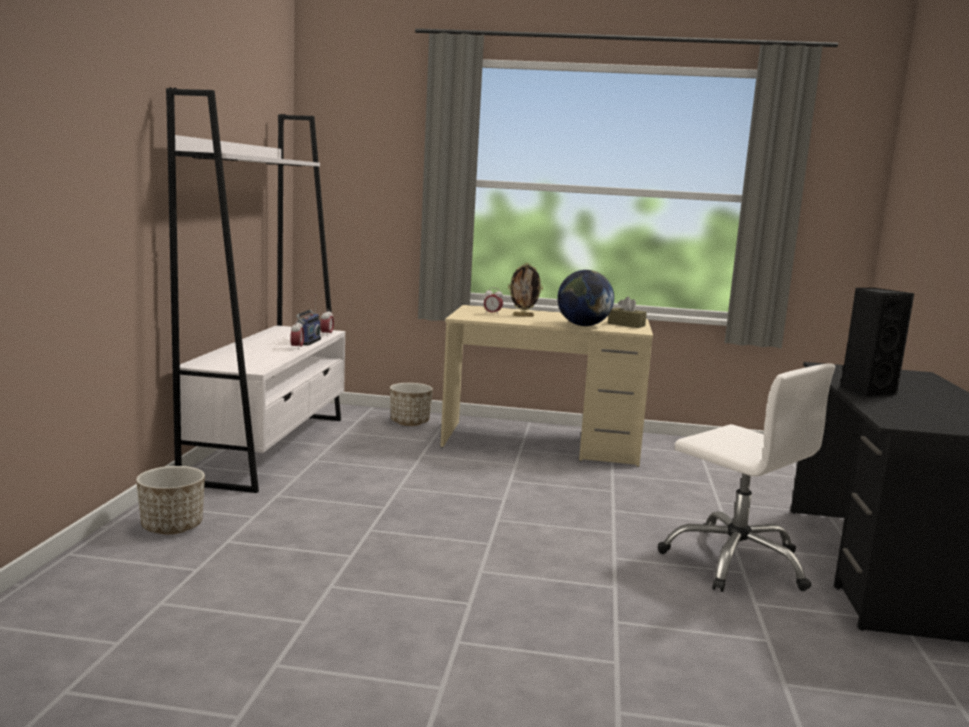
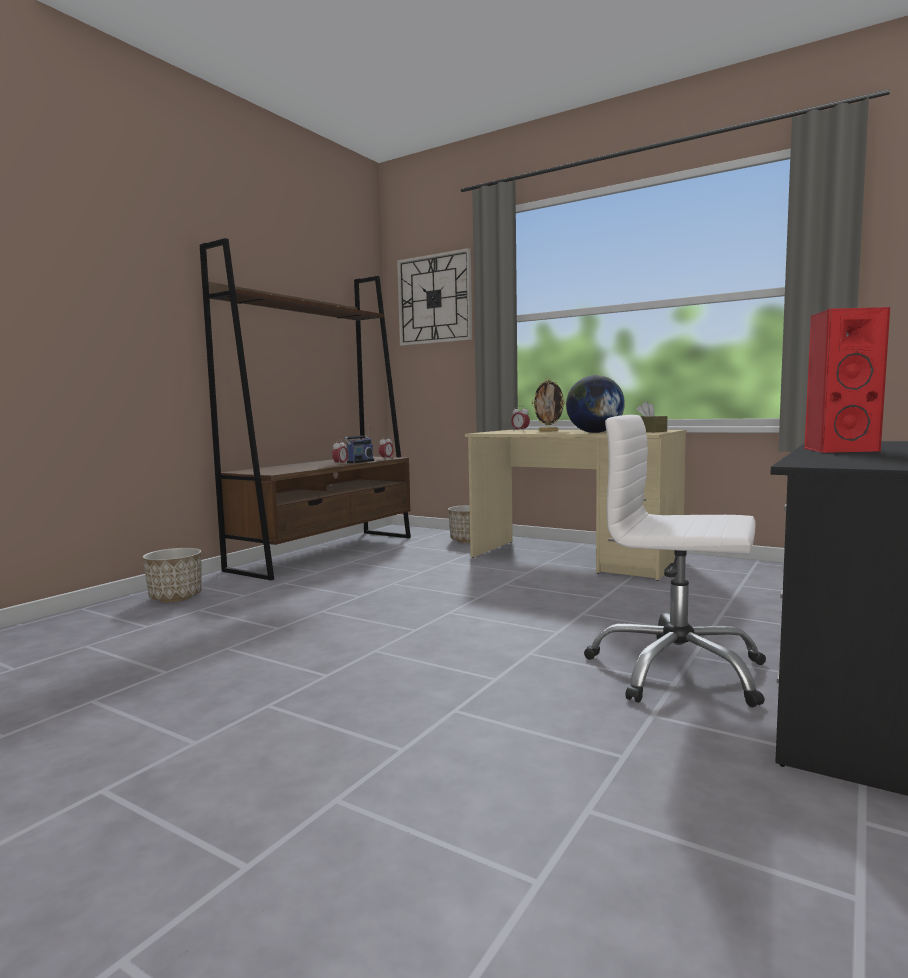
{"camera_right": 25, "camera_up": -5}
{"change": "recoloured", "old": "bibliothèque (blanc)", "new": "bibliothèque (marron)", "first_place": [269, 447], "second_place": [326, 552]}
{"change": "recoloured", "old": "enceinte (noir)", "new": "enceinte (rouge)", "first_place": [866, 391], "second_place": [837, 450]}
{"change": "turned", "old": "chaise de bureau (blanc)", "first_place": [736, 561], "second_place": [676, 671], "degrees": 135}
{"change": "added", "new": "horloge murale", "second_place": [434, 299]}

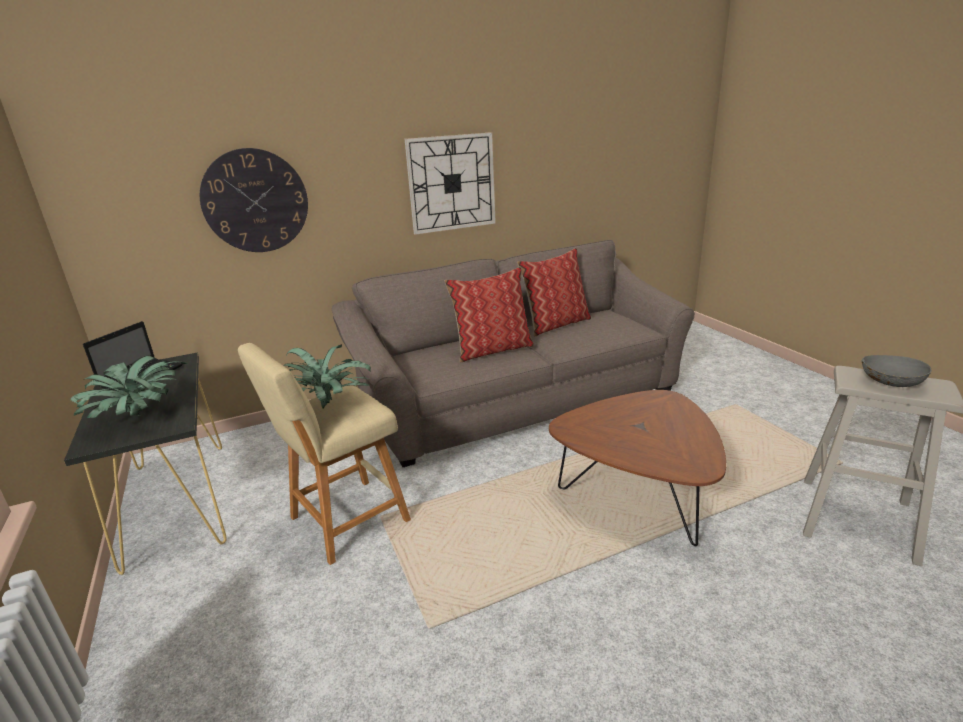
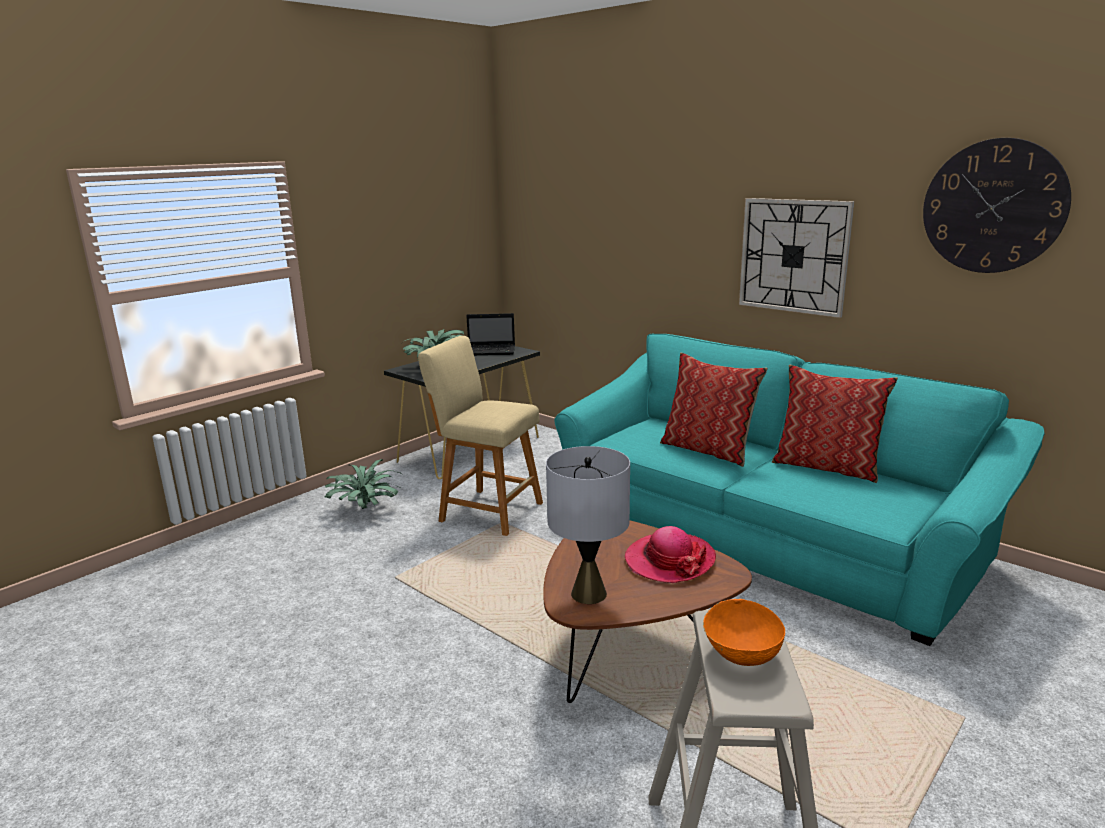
{"camera_right": 65, "camera_up": -5}
{"change": "moved", "old": "horloge murale", "first_place": [255, 201], "second_place": [993, 206]}
{"change": "recoloured", "old": "canapé (marron)", "new": "canapé (turquoise)", "first_place": [518, 397], "second_place": [763, 536]}
{"change": "moved", "old": "plante en pot", "first_place": [328, 405], "second_place": [367, 509]}
{"change": "recoloured", "old": "bol (gris)", "new": "bol (orange)", "first_place": [890, 384], "second_place": [741, 652]}
{"change": "added", "new": "lampe de table (gris)", "second_place": [588, 594]}
{"change": "added", "new": "chapeau", "second_place": [669, 560]}

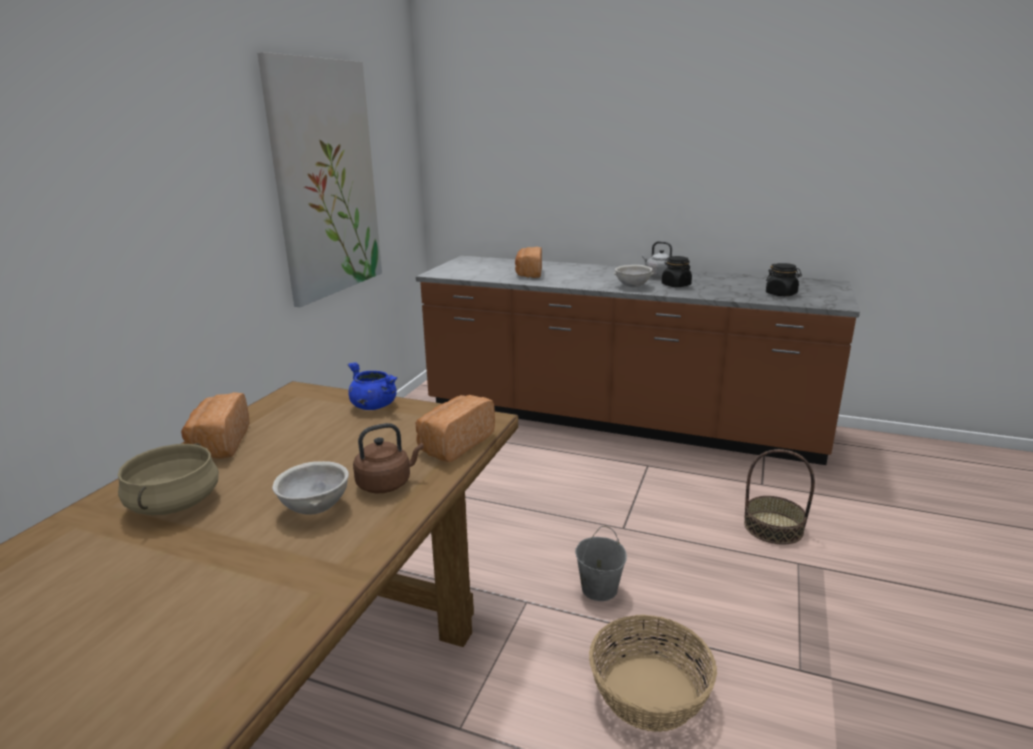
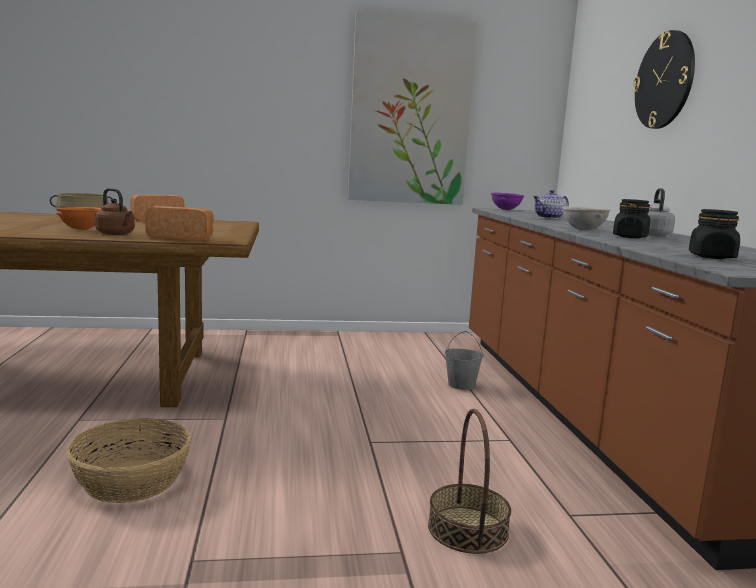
{"camera_right": 60, "camera_up": -10}
{"change": "replaced", "old": "pain", "new": "théière", "first_place": [528, 273], "second_place": [549, 218]}
{"change": "removed", "old": "marmite (bleu)", "first_place": [373, 406]}
{"change": "recoloured", "old": "bol (gris)", "new": "bol (orange)", "first_place": [314, 509], "second_place": [81, 229]}
{"change": "moved", "old": "seau (gris)", "first_place": [598, 589], "second_place": [461, 385]}
{"change": "added", "new": "horloge murale", "second_place": [664, 80]}
{"change": "added", "new": "bol (violet)", "second_place": [506, 210]}

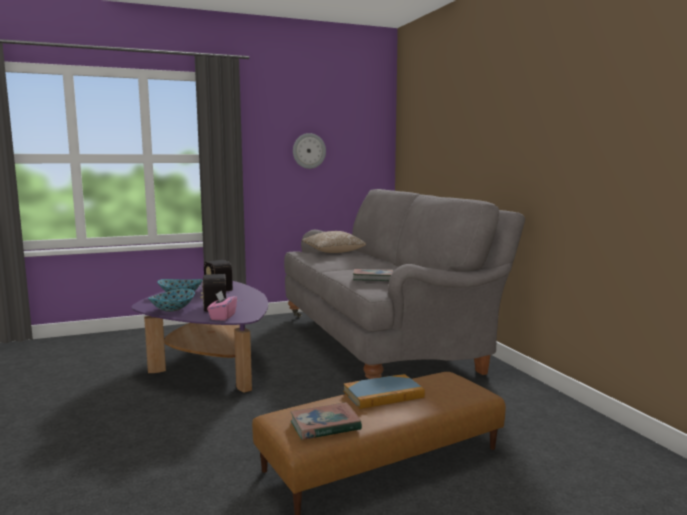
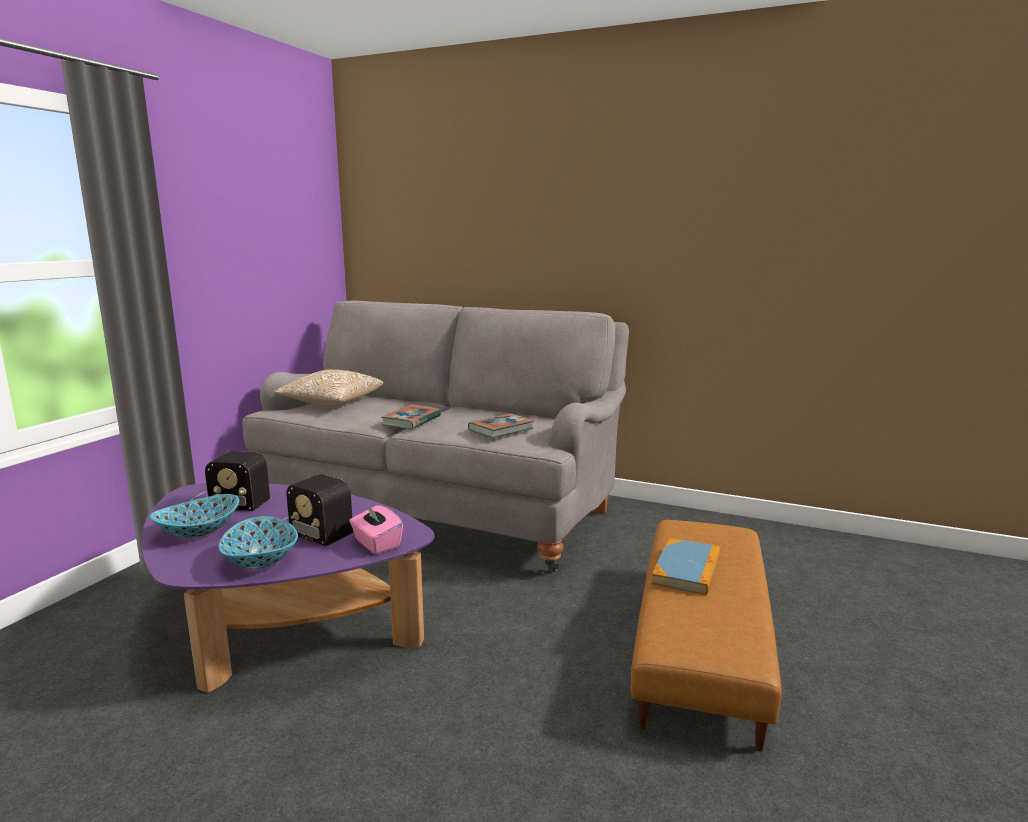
{"camera_right": -45, "camera_up": 5}
{"change": "removed", "old": "horloge murale", "first_place": [309, 151]}
{"change": "moved", "old": "livre", "first_place": [325, 426], "second_place": [411, 421]}

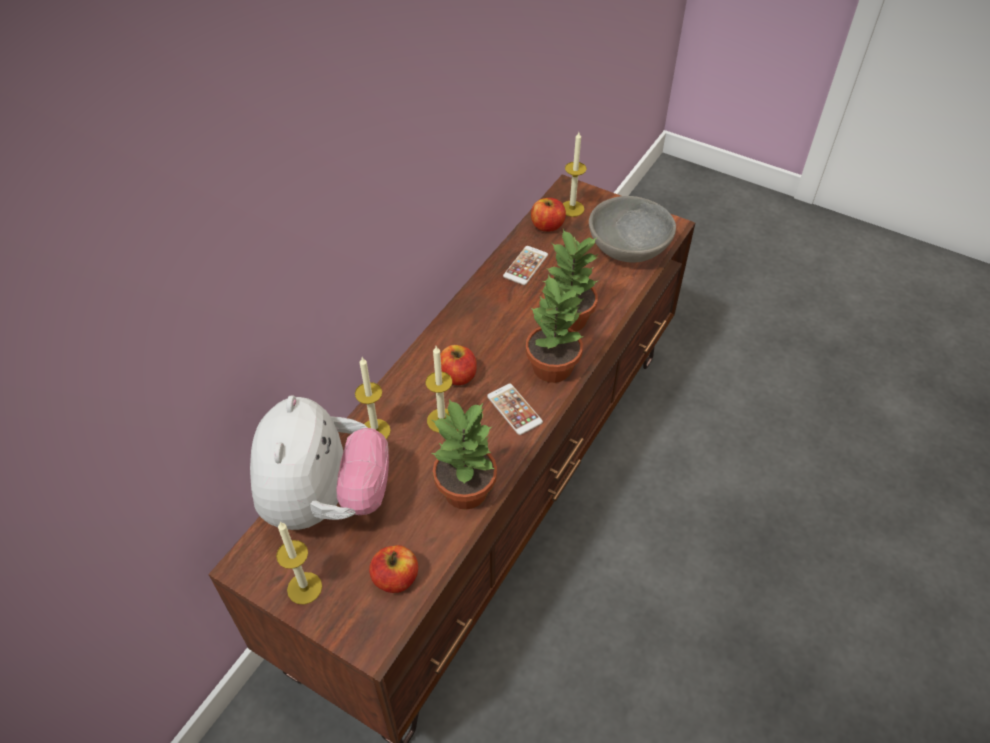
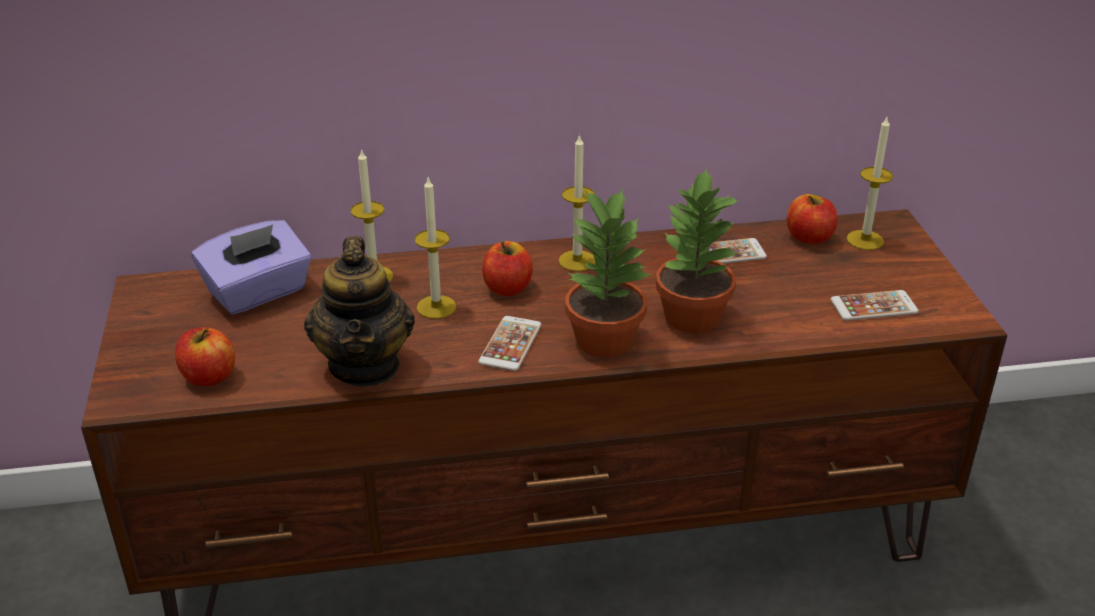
{"camera_right": 50, "camera_up": -15}
{"change": "replaced", "old": "bol (gris)", "new": "téléphone", "first_place": [629, 248], "second_place": [873, 306]}
{"change": "replaced", "old": "peluche", "new": "boîte à mouchoirs (violet)", "first_place": [326, 501], "second_place": [258, 292]}
{"change": "replaced", "old": "plante en pot", "new": "théière", "first_place": [466, 489], "second_place": [365, 365]}
{"change": "moved", "old": "bougie", "first_place": [304, 588], "second_place": [577, 261]}

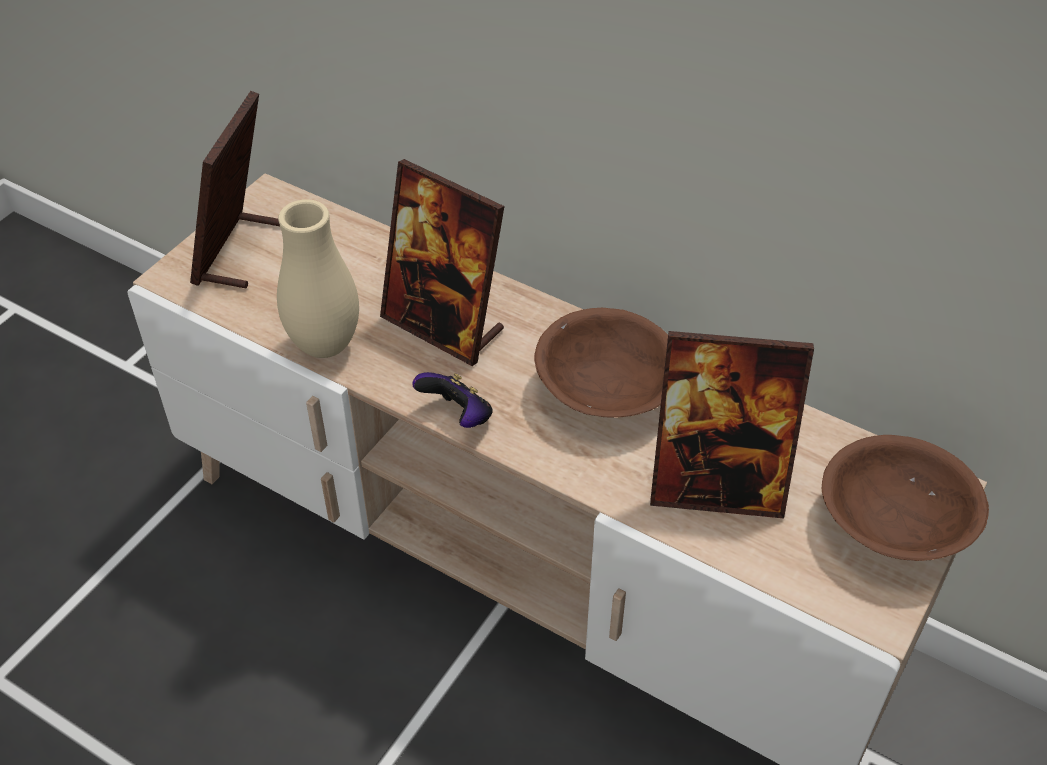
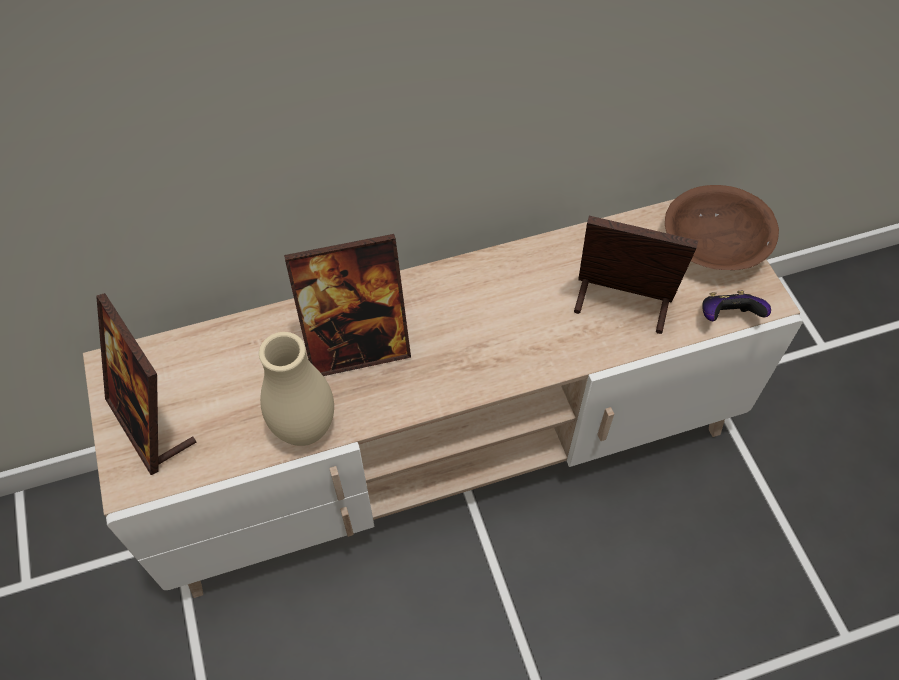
{"camera_right": -50, "camera_up": 10}
{"change": "removed", "old": "bol (marron)", "first_place": [605, 388]}
{"change": "turned", "old": "cadre photo", "first_place": [717, 487], "second_place": [621, 304], "degrees": -120}
{"change": "moved", "old": "manette", "first_place": [457, 416], "second_place": [727, 318]}

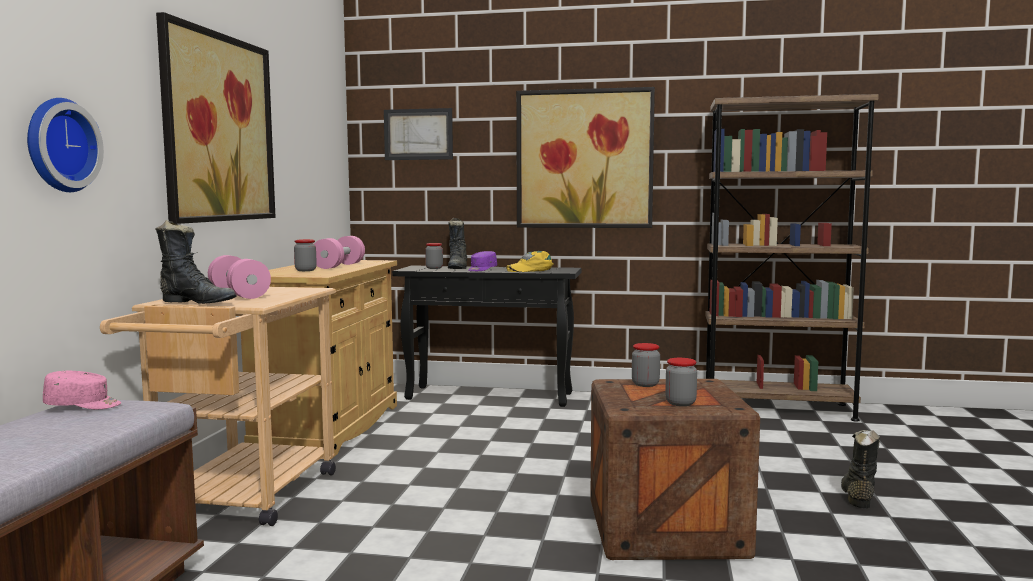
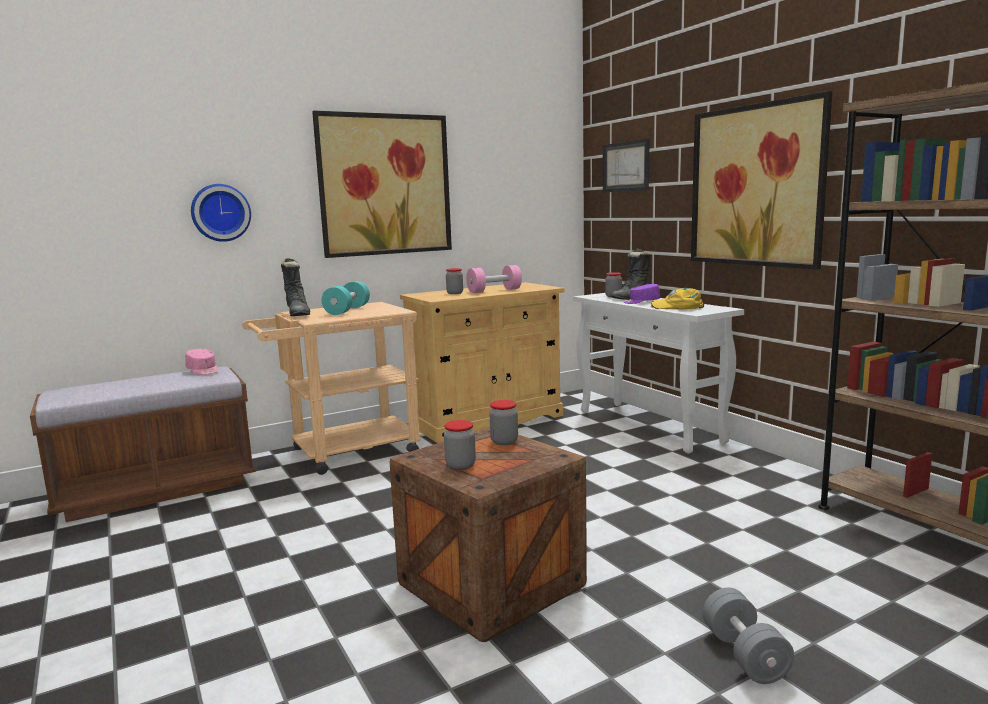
{"camera_right": 50, "camera_up": 5}
{"change": "recoloured", "old": "haltère (rose)", "new": "haltère (turquoise)", "first_place": [239, 295], "second_place": [347, 310]}
{"change": "recoloured", "old": "table console (noir)", "new": "table console (blanc)", "first_place": [491, 396], "second_place": [650, 426]}
{"change": "replaced", "old": "botte (noir)", "new": "haltère (gris)", "first_place": [856, 495], "second_place": [744, 655]}

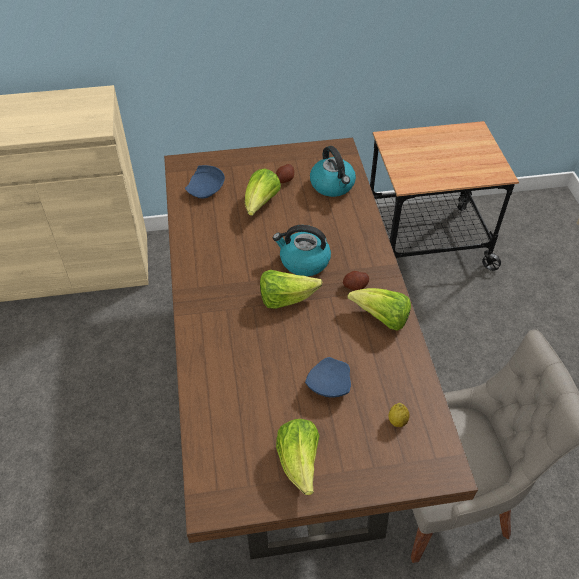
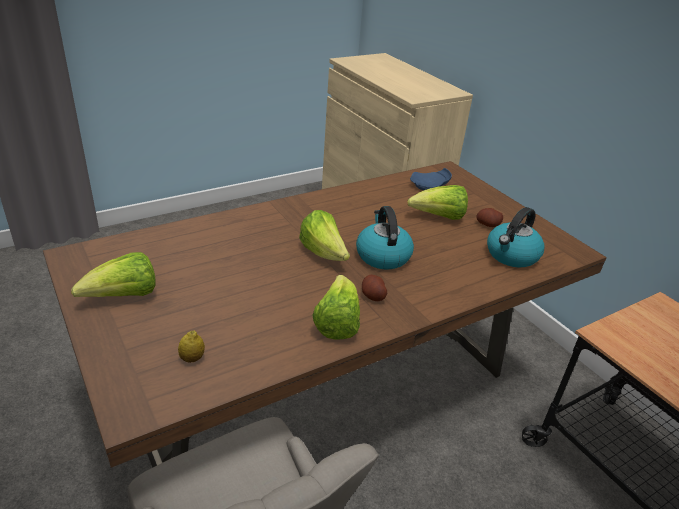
{"camera_right": 65, "camera_up": -15}
{"change": "removed", "old": "assiette (bleu)", "first_place": [328, 384]}

